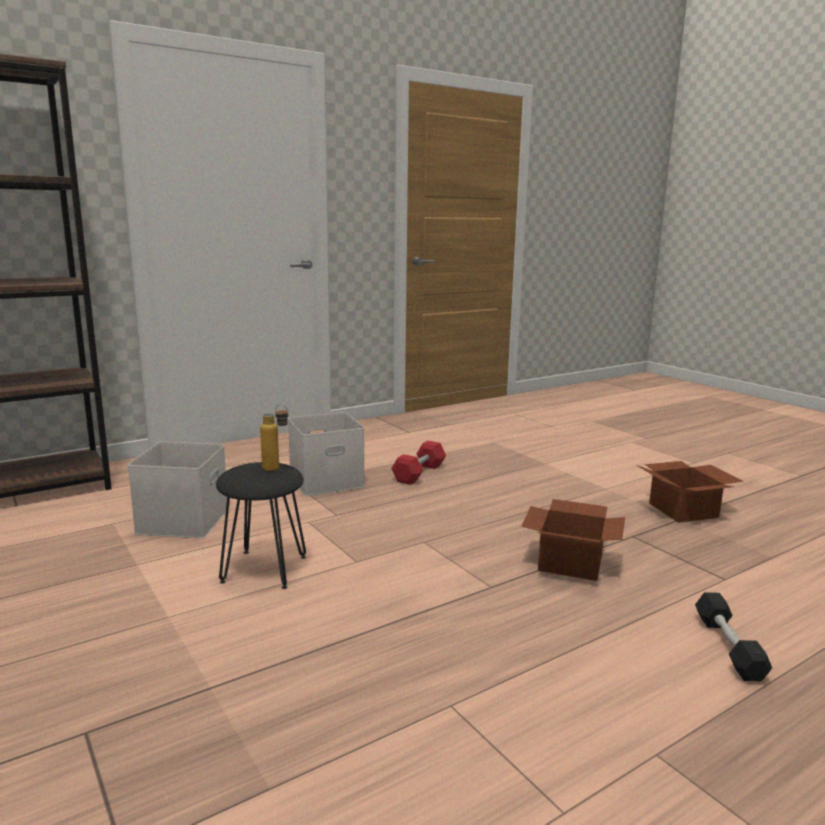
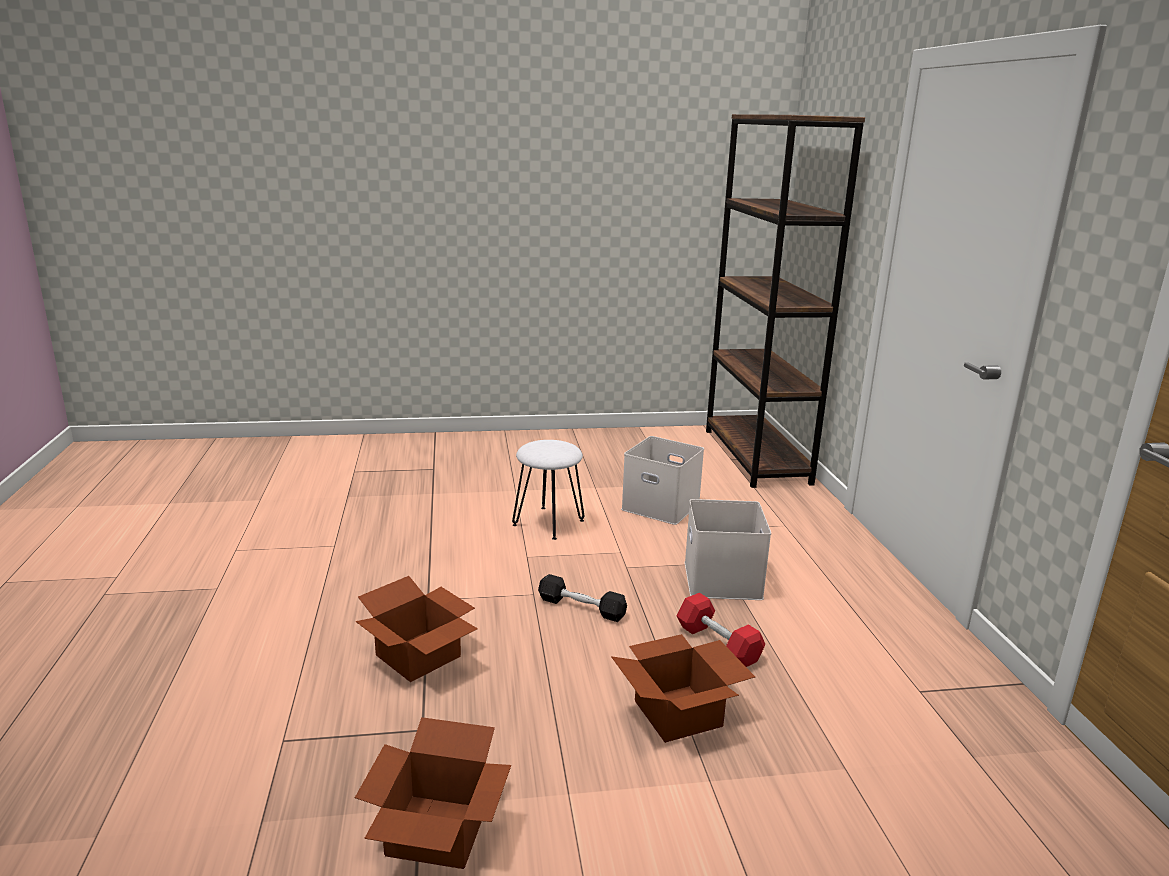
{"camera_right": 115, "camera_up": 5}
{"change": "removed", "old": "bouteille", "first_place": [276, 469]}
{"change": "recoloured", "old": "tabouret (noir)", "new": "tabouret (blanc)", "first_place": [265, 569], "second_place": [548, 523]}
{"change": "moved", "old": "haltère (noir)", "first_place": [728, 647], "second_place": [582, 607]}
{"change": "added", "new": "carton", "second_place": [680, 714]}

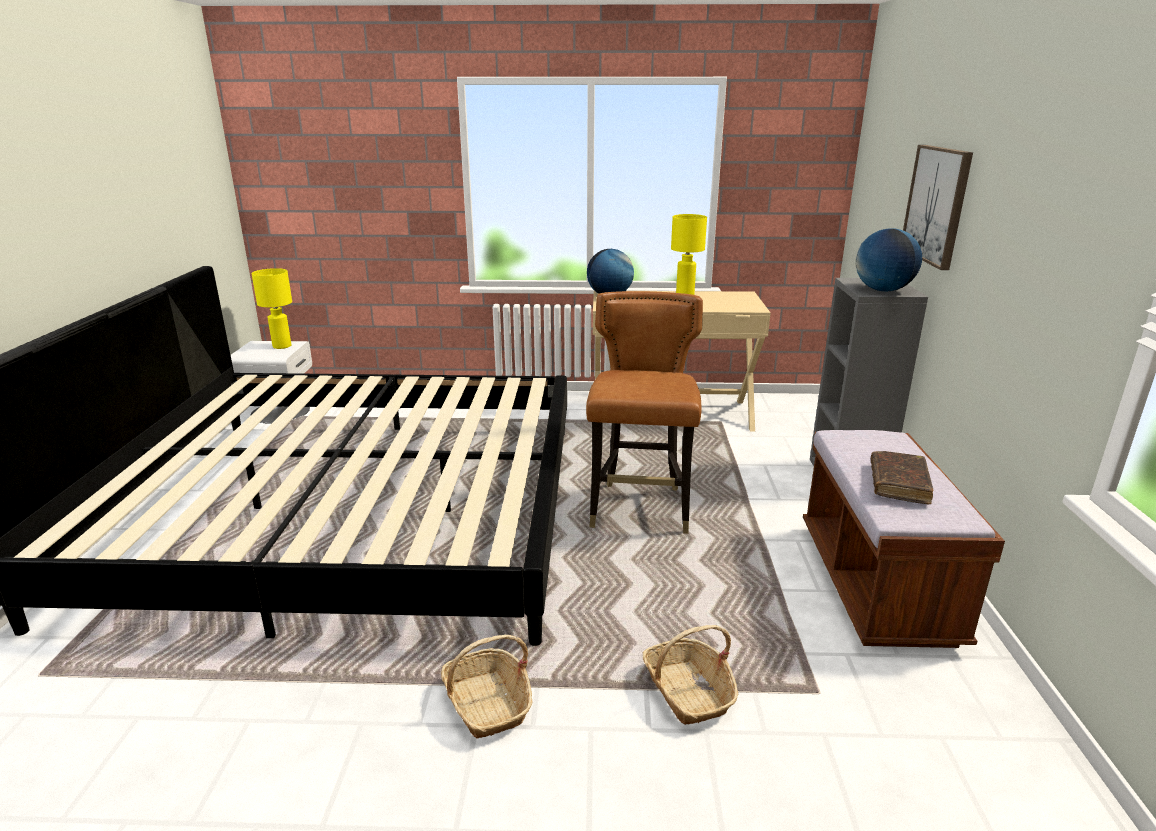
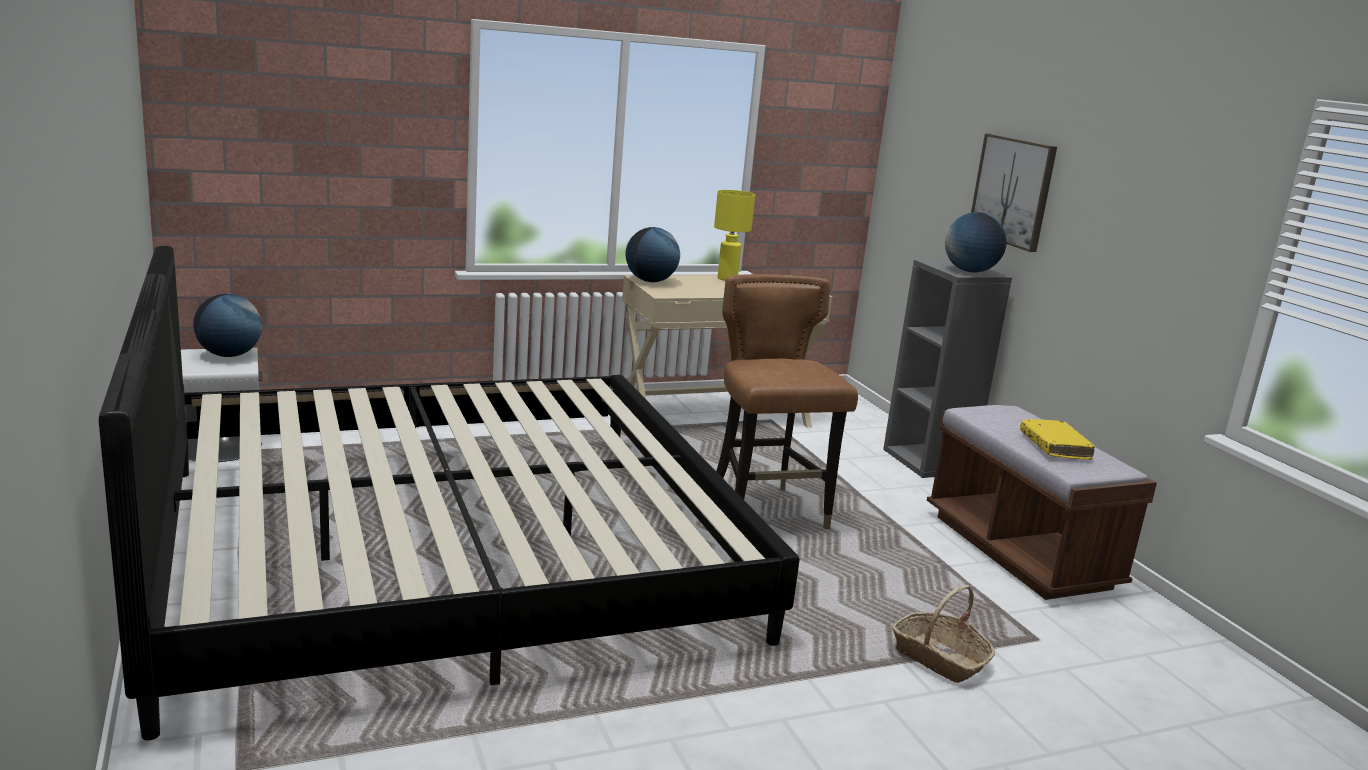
{"camera_right": -25, "camera_up": -5}
{"change": "replaced", "old": "lampe de table (jaune)", "new": "globe", "first_place": [281, 346], "second_place": [229, 355]}
{"change": "recoloured", "old": "livre (marron)", "new": "livre (jaune)", "first_place": [898, 484], "second_place": [1054, 447]}
{"change": "removed", "old": "panier", "first_place": [487, 703]}

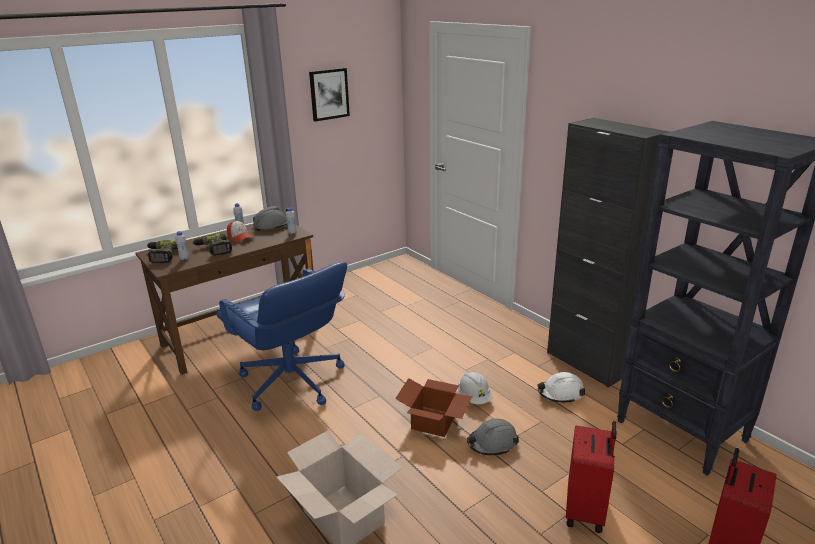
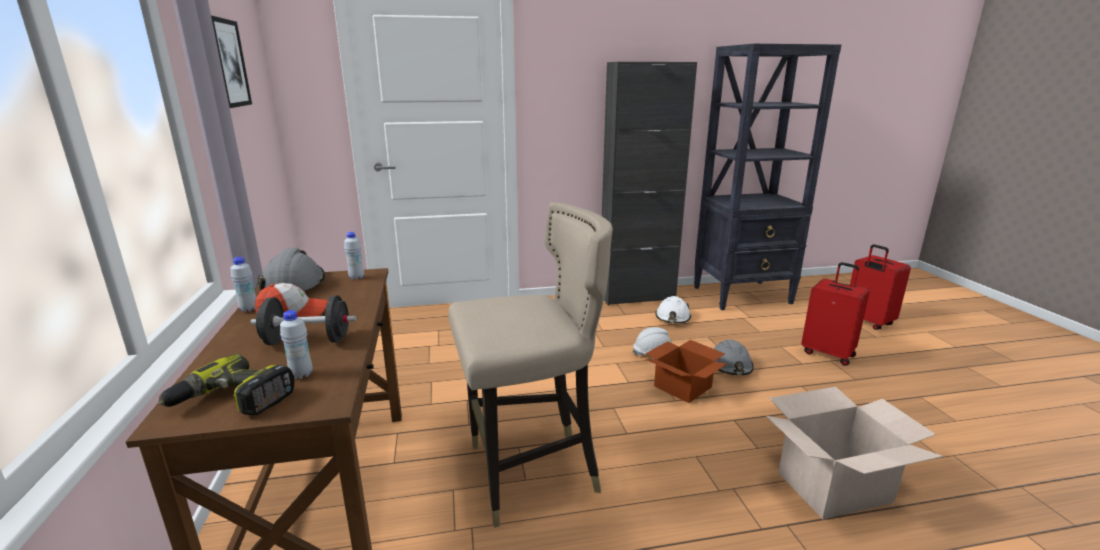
{"camera_right": -65, "camera_up": -5}
{"change": "replaced", "old": "perceuse", "new": "haltère (noir)", "first_place": [214, 249], "second_place": [307, 341]}
{"change": "replaced", "old": "chaise de bureau (bleu)", "new": "tabouret (beige)", "first_place": [291, 382], "second_place": [530, 473]}

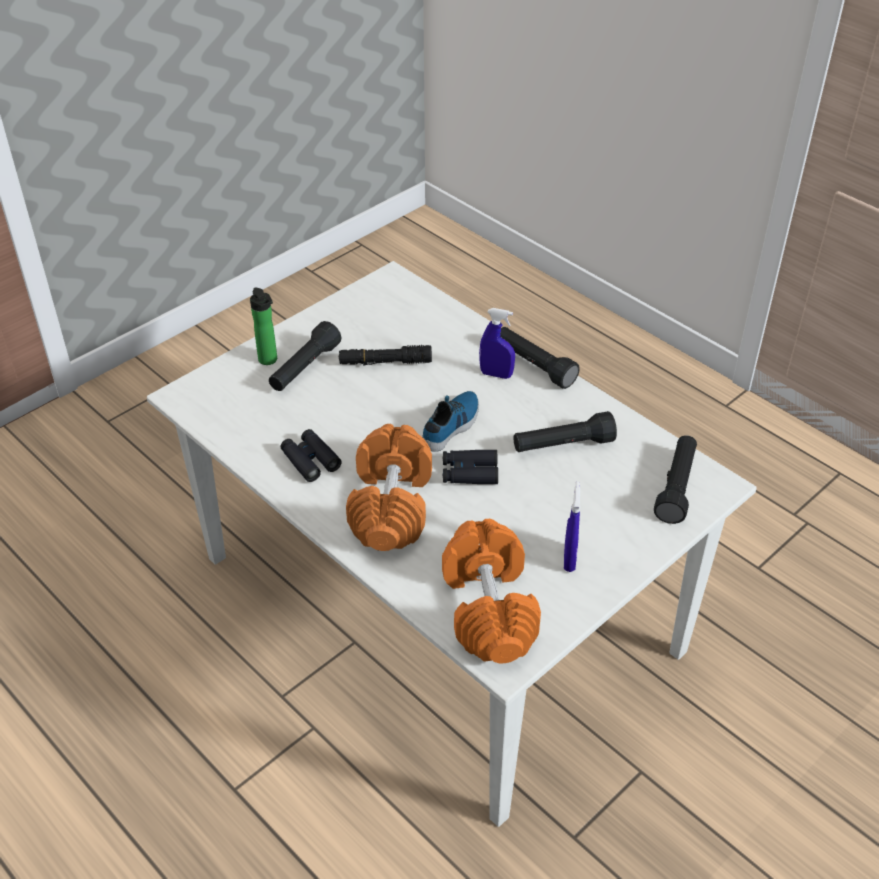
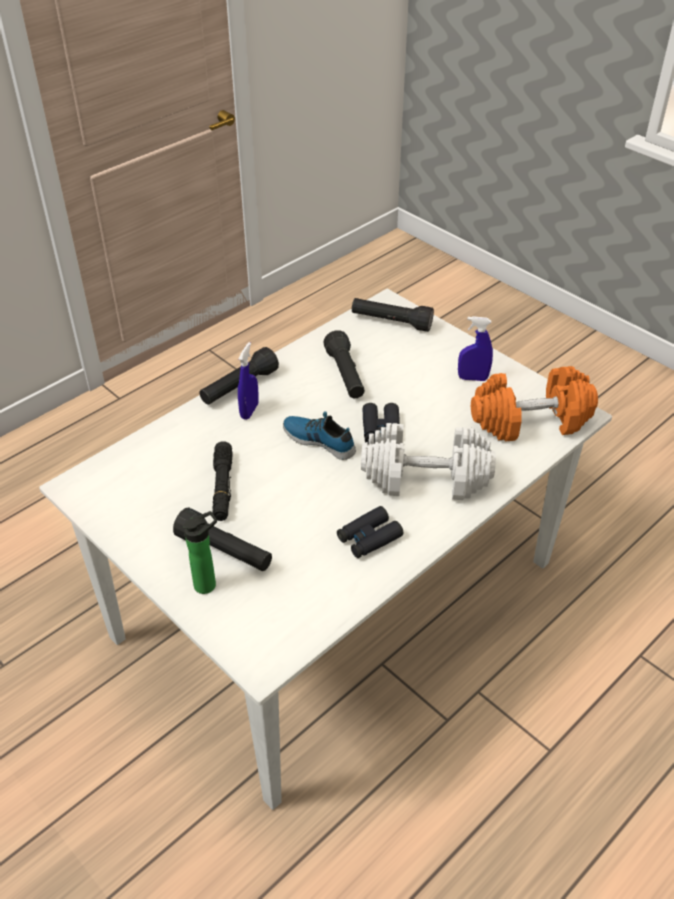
{"camera_right": -90, "camera_up": 0}
{"change": "recoloured", "old": "haltère (orange)", "new": "haltère (blanc)", "first_place": [390, 505], "second_place": [425, 479]}

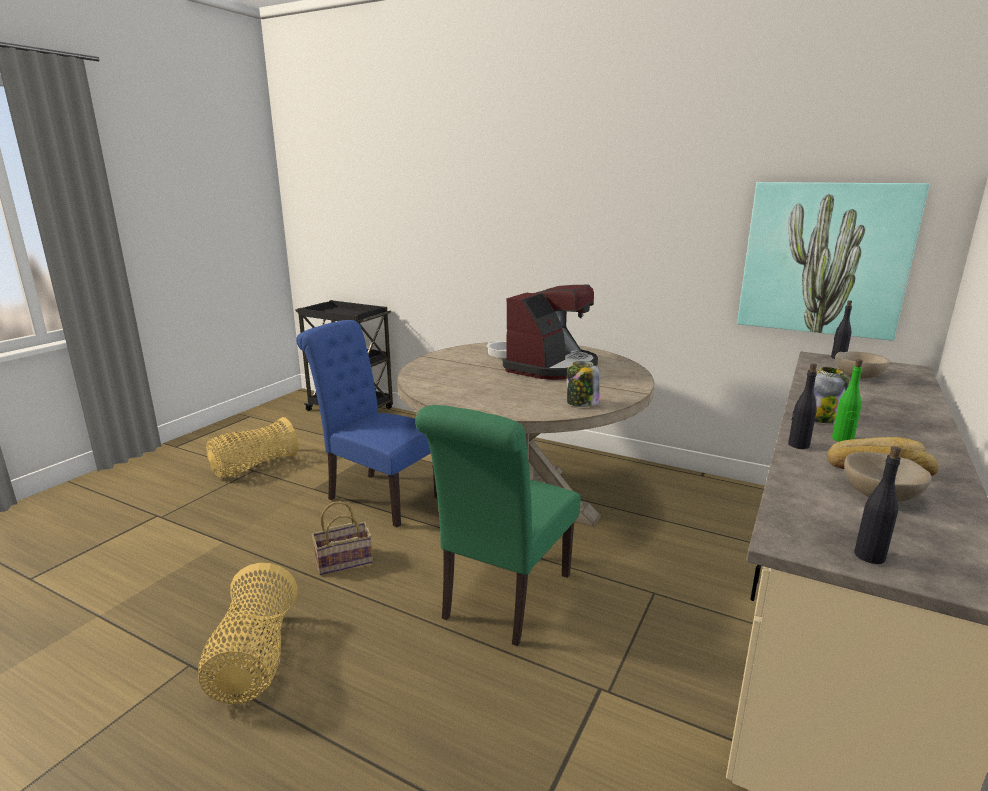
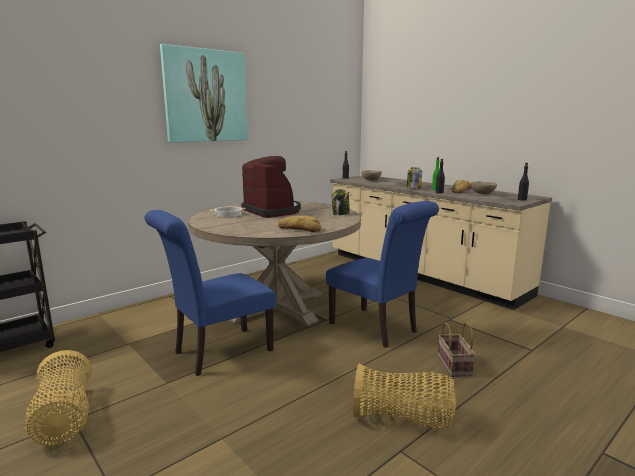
{"camera_right": -70, "camera_up": -5}
{"change": "moved", "old": "tableau", "first_place": [824, 259], "second_place": [205, 96]}
{"change": "recoloured", "old": "chaise (vert)", "new": "chaise (bleu)", "first_place": [502, 600], "second_place": [377, 329]}
{"change": "moved", "old": "panier", "first_place": [345, 560], "second_place": [452, 365]}
{"change": "added", "new": "pain", "second_place": [299, 229]}

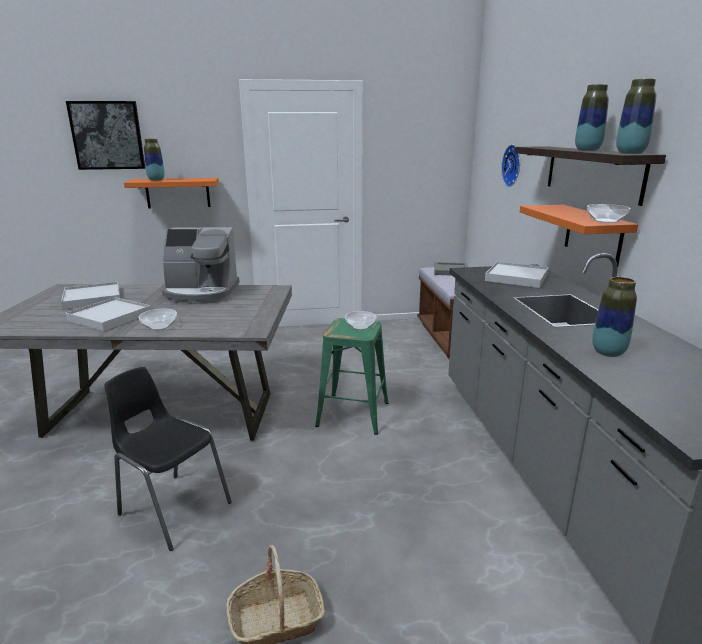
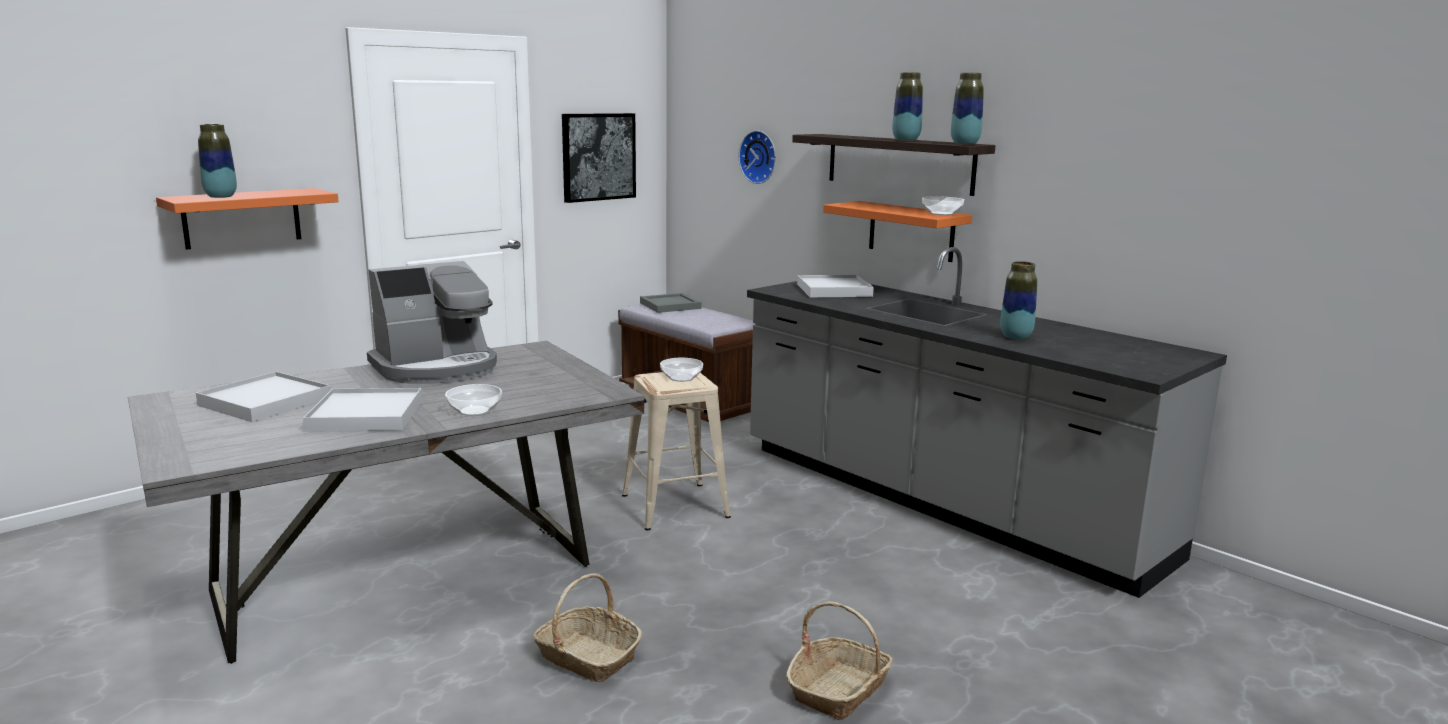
{"camera_right": -35, "camera_up": -5}
{"change": "moved", "old": "tableau", "first_place": [107, 135], "second_place": [598, 157]}
{"change": "recoloured", "old": "tabouret (vert)", "new": "tabouret (beige)", "first_place": [354, 414], "second_place": [676, 505]}
{"change": "replaced", "old": "chaise (noir)", "new": "panier", "first_place": [173, 508], "second_place": [587, 657]}

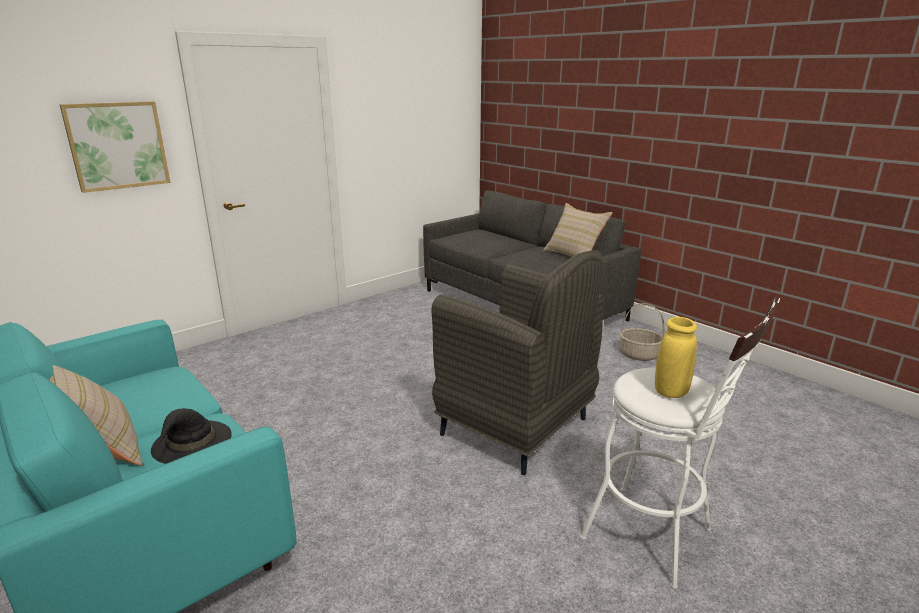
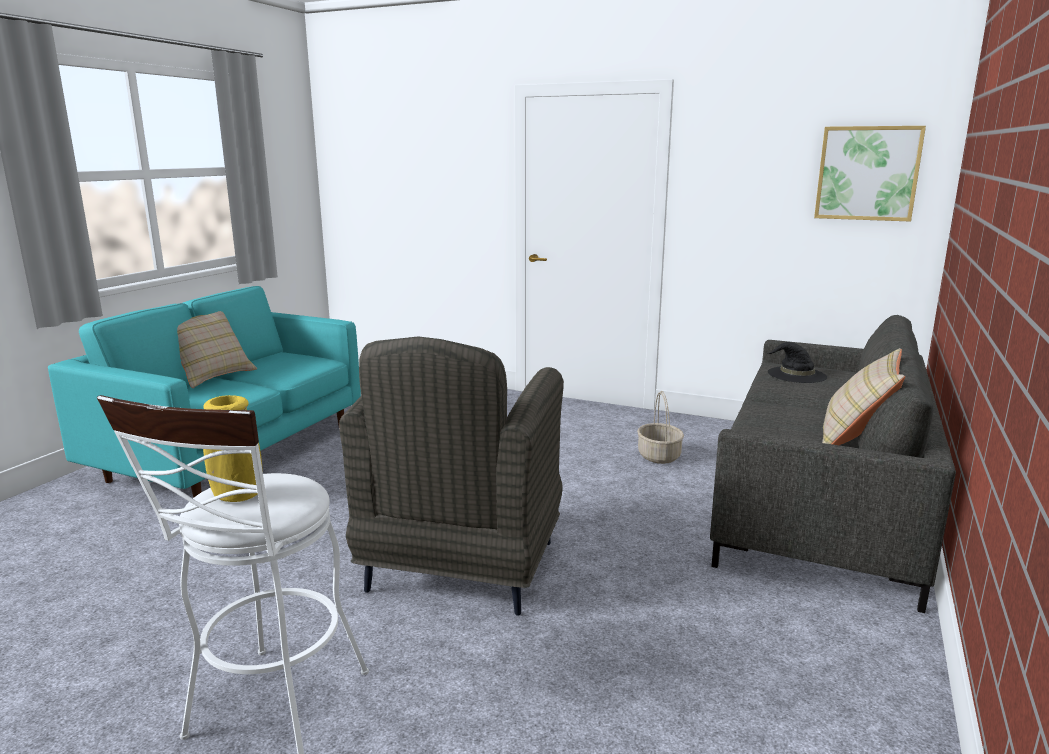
{"camera_right": 65, "camera_up": -5}
{"change": "moved", "old": "tableau", "first_place": [117, 145], "second_place": [867, 173]}
{"change": "moved", "old": "panier", "first_place": [640, 354], "second_place": [659, 456]}
{"change": "moved", "old": "chapeau (noir)", "first_place": [191, 442], "second_place": [796, 374]}

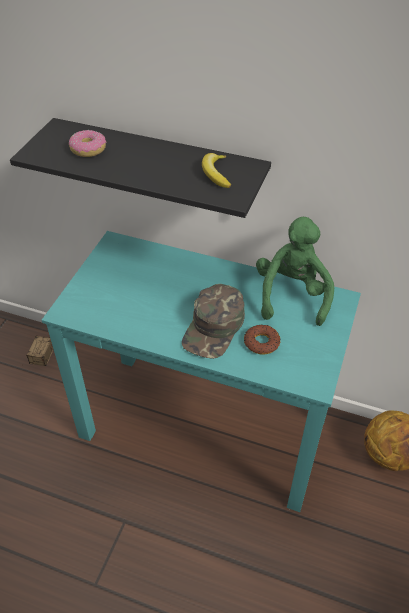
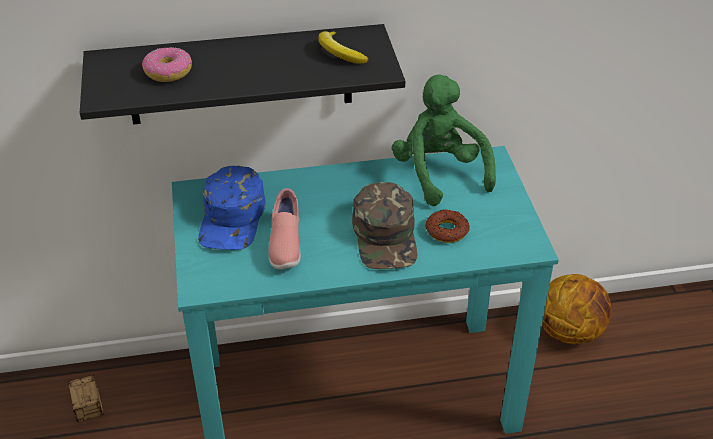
{"camera_right": -30, "camera_up": -5}
{"change": "added", "new": "casquette (bleu)", "second_place": [233, 218]}
{"change": "added", "new": "chaussure (rose)", "second_place": [285, 244]}

